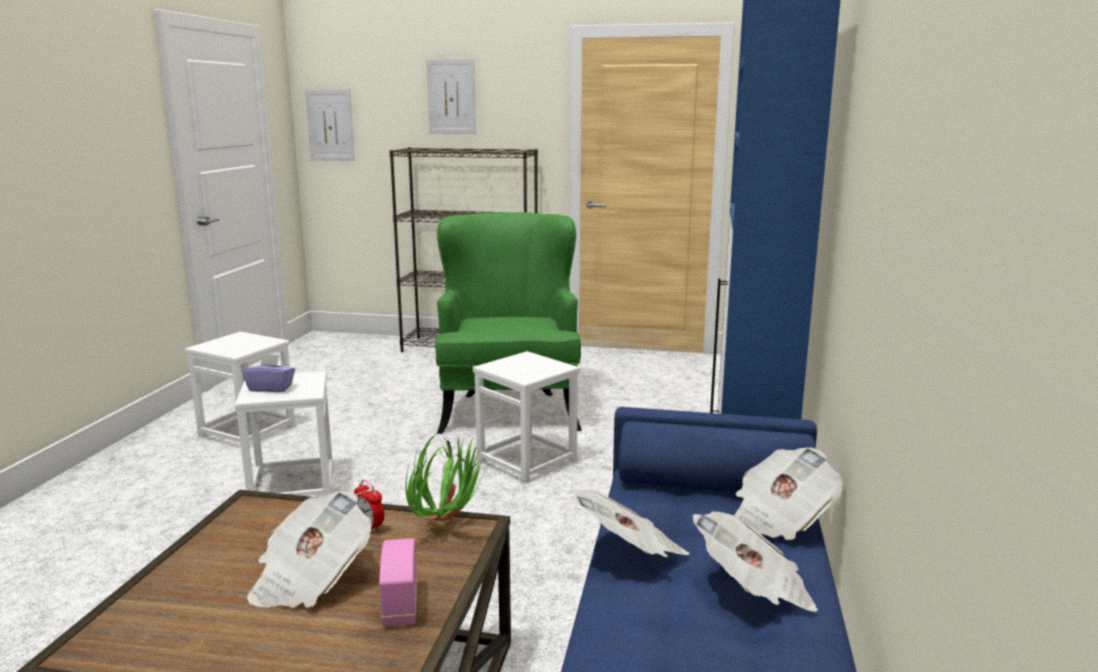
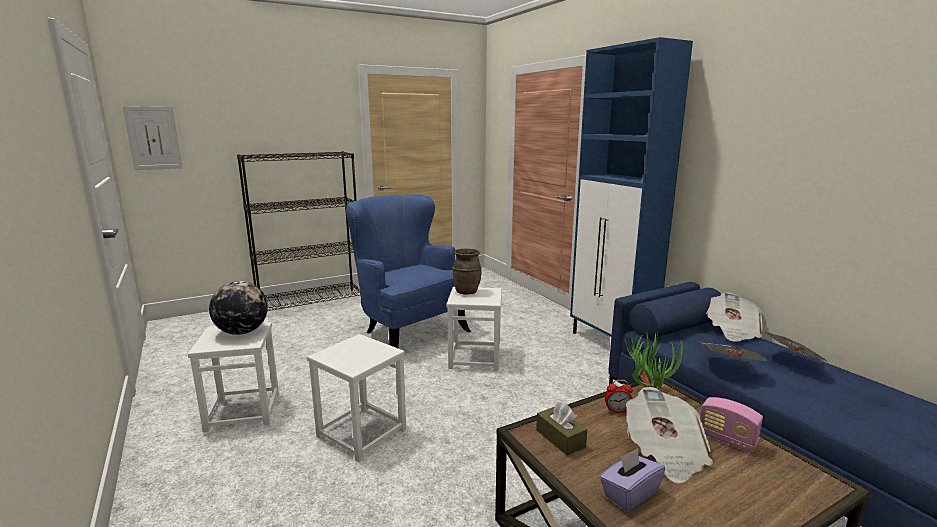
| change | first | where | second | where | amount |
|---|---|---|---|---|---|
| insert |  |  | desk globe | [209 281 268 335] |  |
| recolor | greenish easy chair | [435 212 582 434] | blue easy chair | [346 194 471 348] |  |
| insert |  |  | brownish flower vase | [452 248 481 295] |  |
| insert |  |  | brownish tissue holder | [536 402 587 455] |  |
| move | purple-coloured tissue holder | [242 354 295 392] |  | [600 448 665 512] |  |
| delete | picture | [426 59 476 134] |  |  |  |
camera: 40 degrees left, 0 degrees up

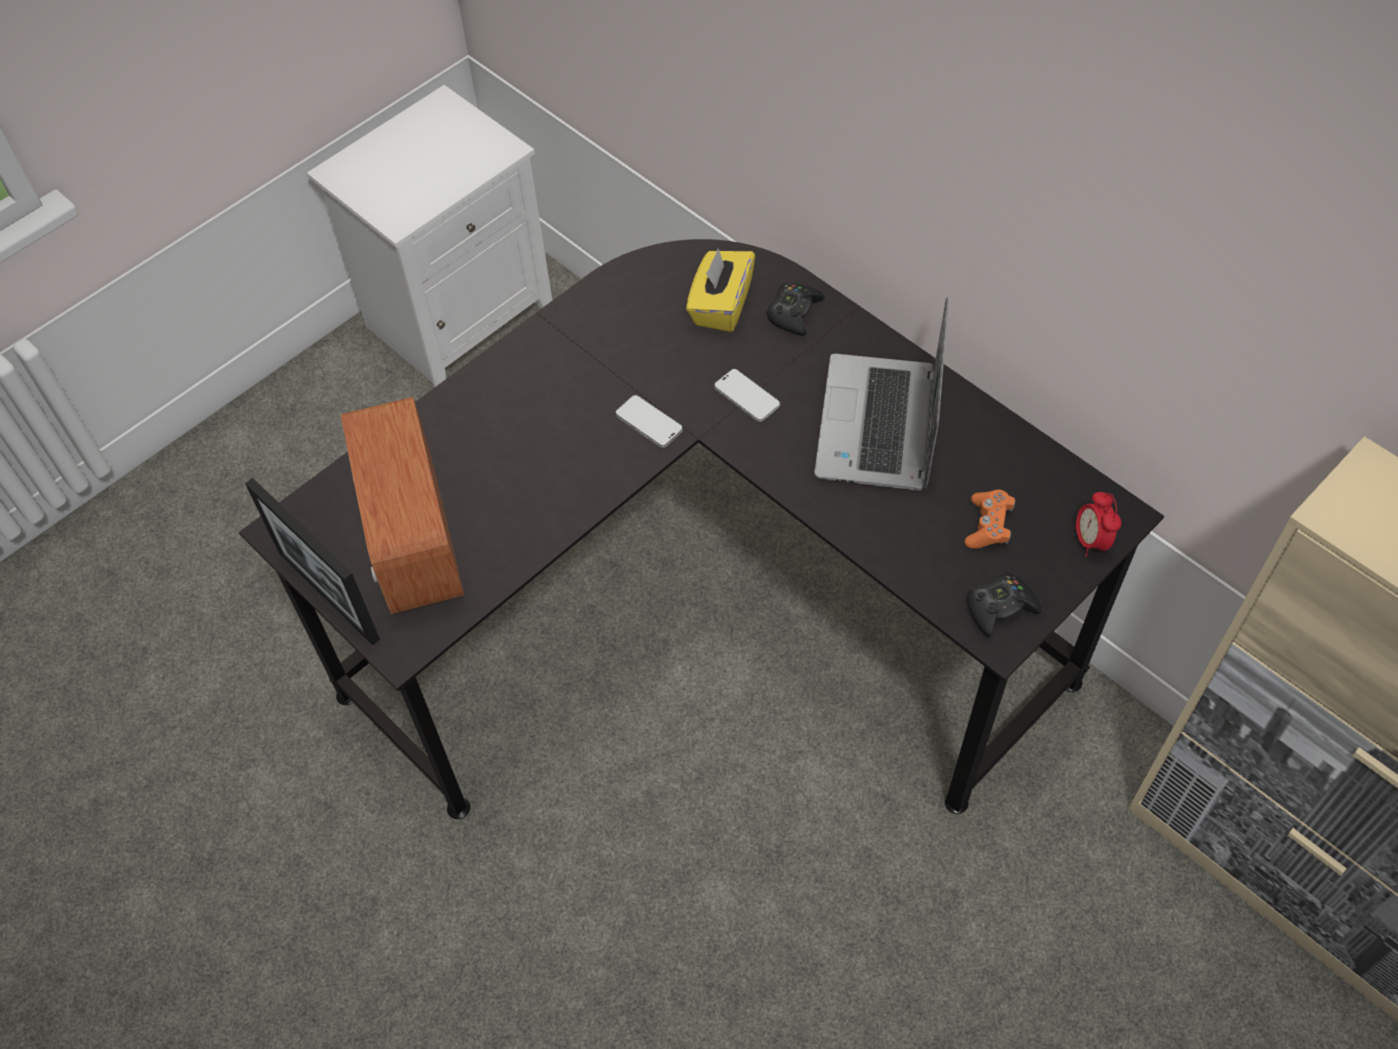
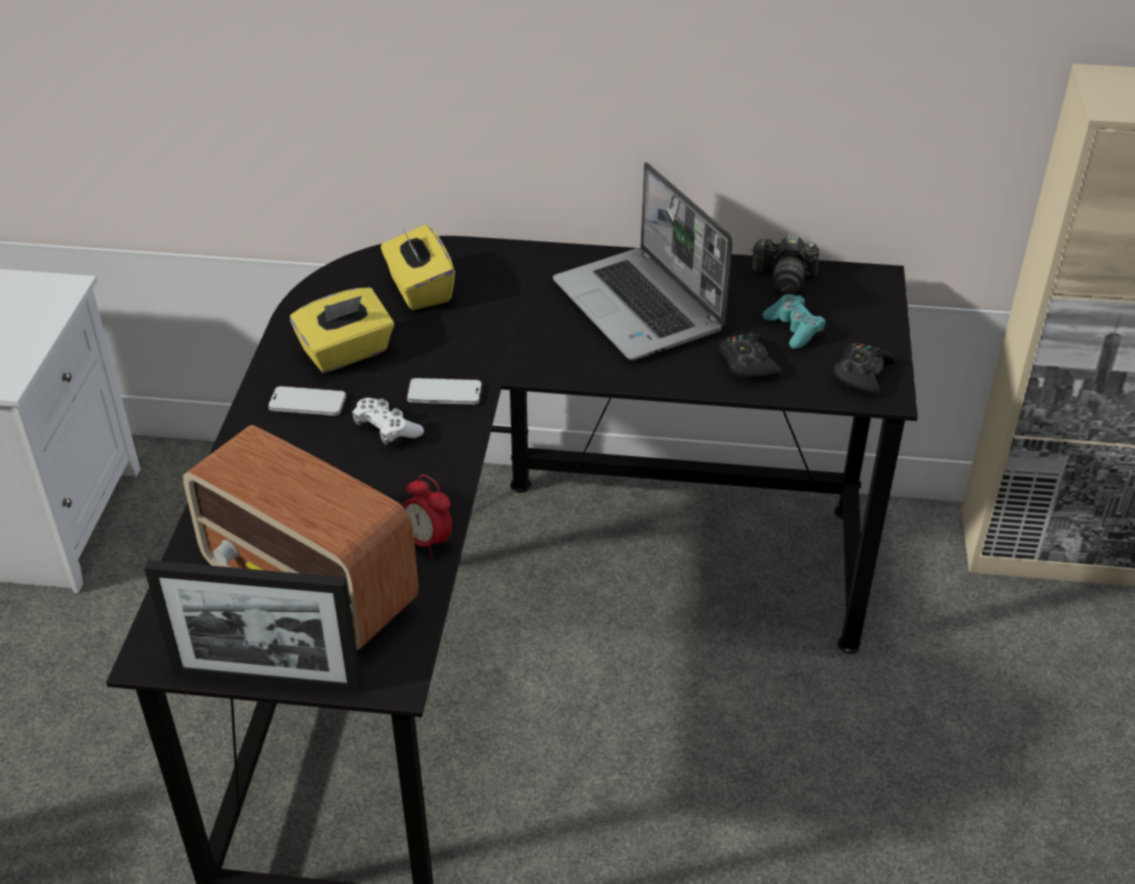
| change | first | where | second | where | amount |
|---|---|---|---|---|---|
| move | telephone | [714 369 780 422] |  | [268 386 346 416] |  |
| insert |  |  | yellowish tissue holder | [290 288 394 373] |  |
| insert |  |  | white joypad | [352 398 424 445] |  |
| move | bedside clock | [1074 492 1121 557] |  | [402 475 452 557] |  |
| move | blackish joypad | [767 283 825 336] |  | [719 333 782 381] |  |
| insert |  |  | photo camera | [751 235 819 295] |  |
| recolor | orange joypad | [964 490 1015 549] | turquoise-coloured joypad | [762 294 826 349] |  |
camera: 40 degrees left, 15 degrees down

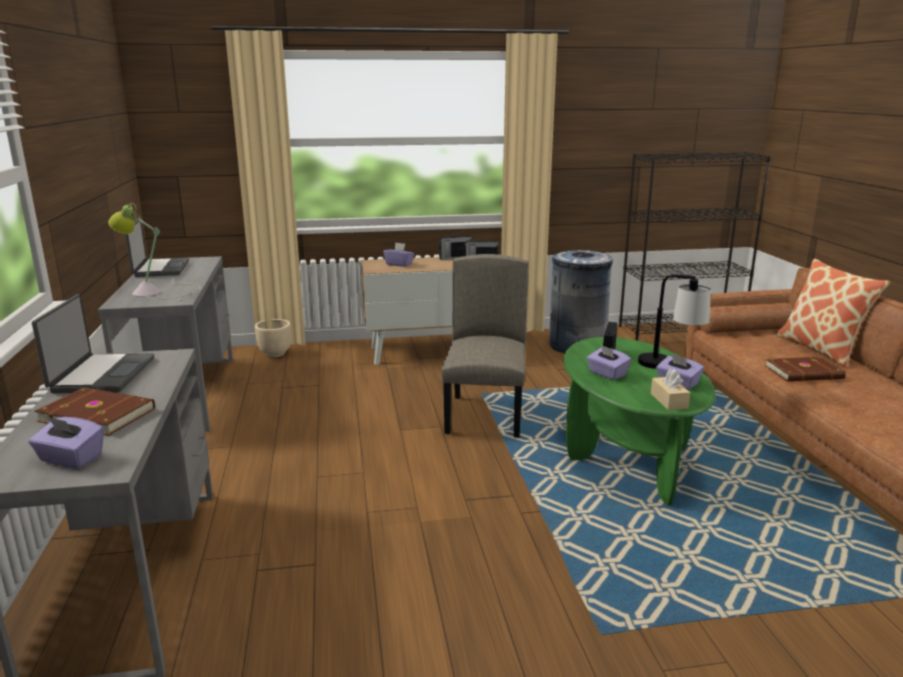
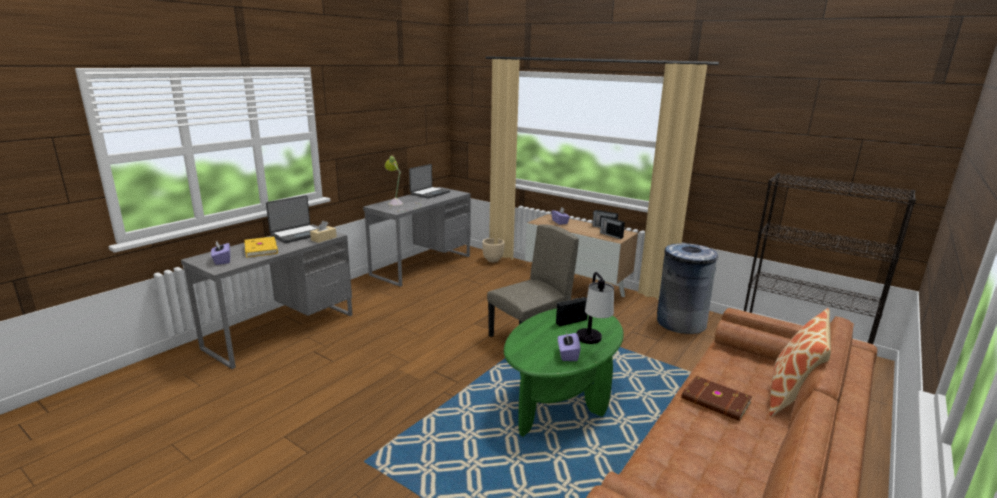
| change | first | where | second | where | amount |
|---|---|---|---|---|---|
| recolor | brownish bound book | [35 387 155 436] | yellowish bound book | [244 237 278 258] |  |
| move | beige-coloured tissue holder | [651 369 690 410] |  | [310 221 337 243] |  |
| delete | purple-coloured tissue holder | [587 345 631 380] |  |  |  |
camera: 45 degrees right, 0 degrees up

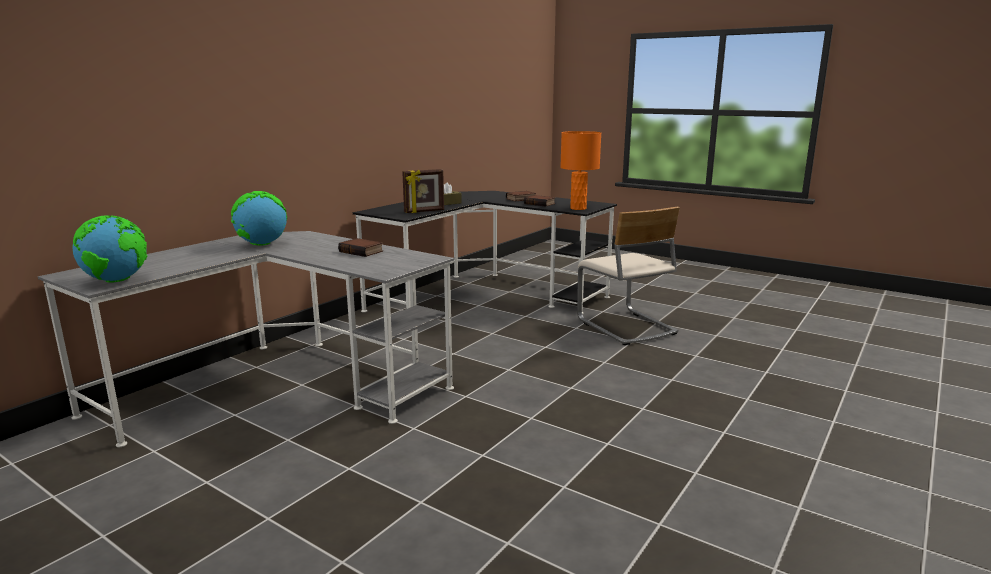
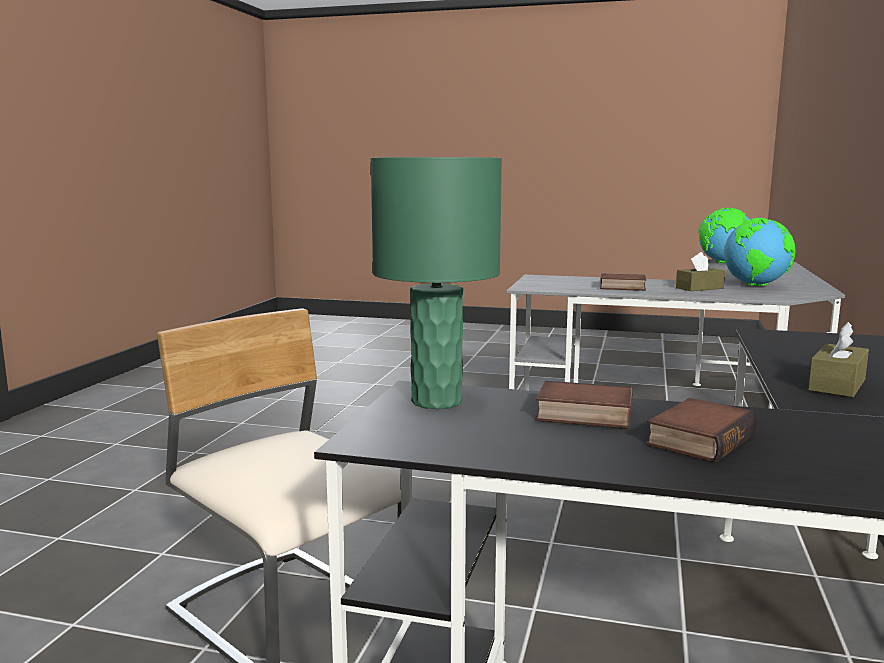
| change | first | where | second | where | amount |
|---|---|---|---|---|---|
| recolor | orange lamp for a table | [560 131 601 210] | greenish lamp for a table | [370 157 502 409] |  |
| insert |  |  | brownish tissue holder | [676 252 725 291] |  |
| delete | standing frame | [402 169 444 213] |  |  |  |
camera: 160 degrees right, 5 degrees down

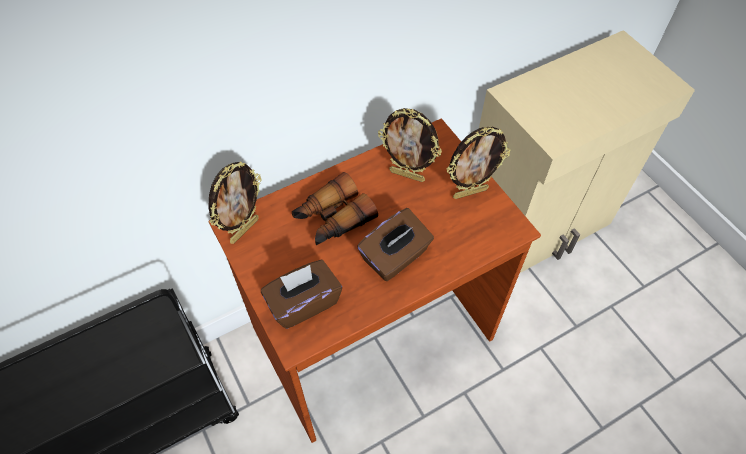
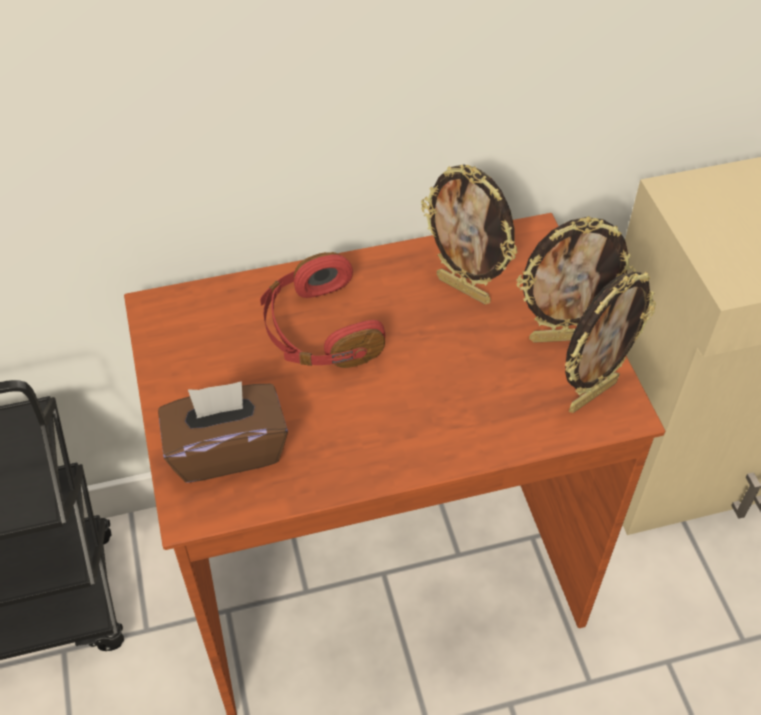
| change | first | where | second | where | amount |
|---|---|---|---|---|---|
| replace | field glasses | [292 172 378 245] | red-coloured pair of headphones | [260 252 385 368] |  |
| move | standing frame | [208 161 262 244] |  | [565 272 656 413] |  |
| delete | brownish tissue holder | [357 208 434 281] |  |  |  |
camera: 15 degrees right, 5 degrees down

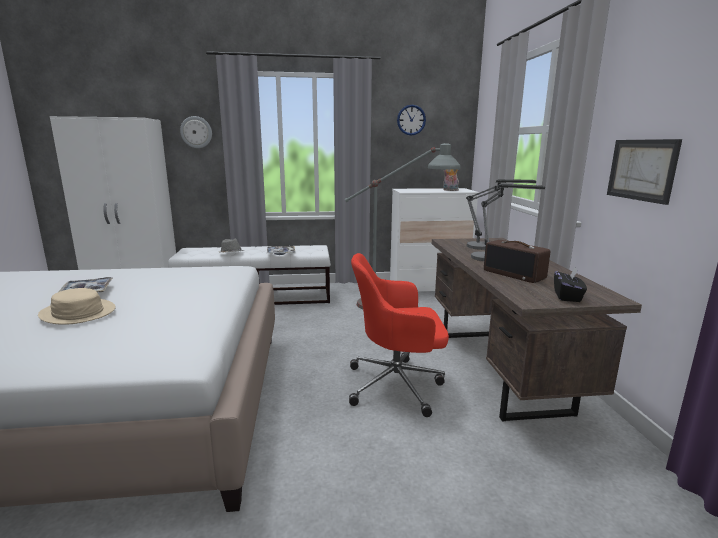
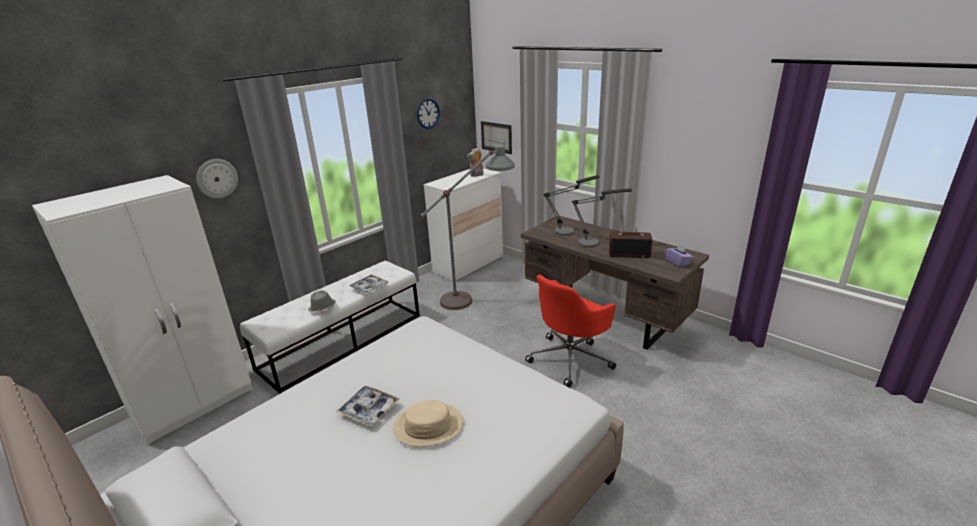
| change | first | where | second | where | amount |
|---|---|---|---|---|---|
| move | picture | [607 139 682 205] |  | [481 121 512 154] |  |
| recolor | blackish tissue holder | [554 268 587 302] | purple-coloured tissue holder | [666 244 693 267] |  |
camera: 40 degrees left, 10 degrees up

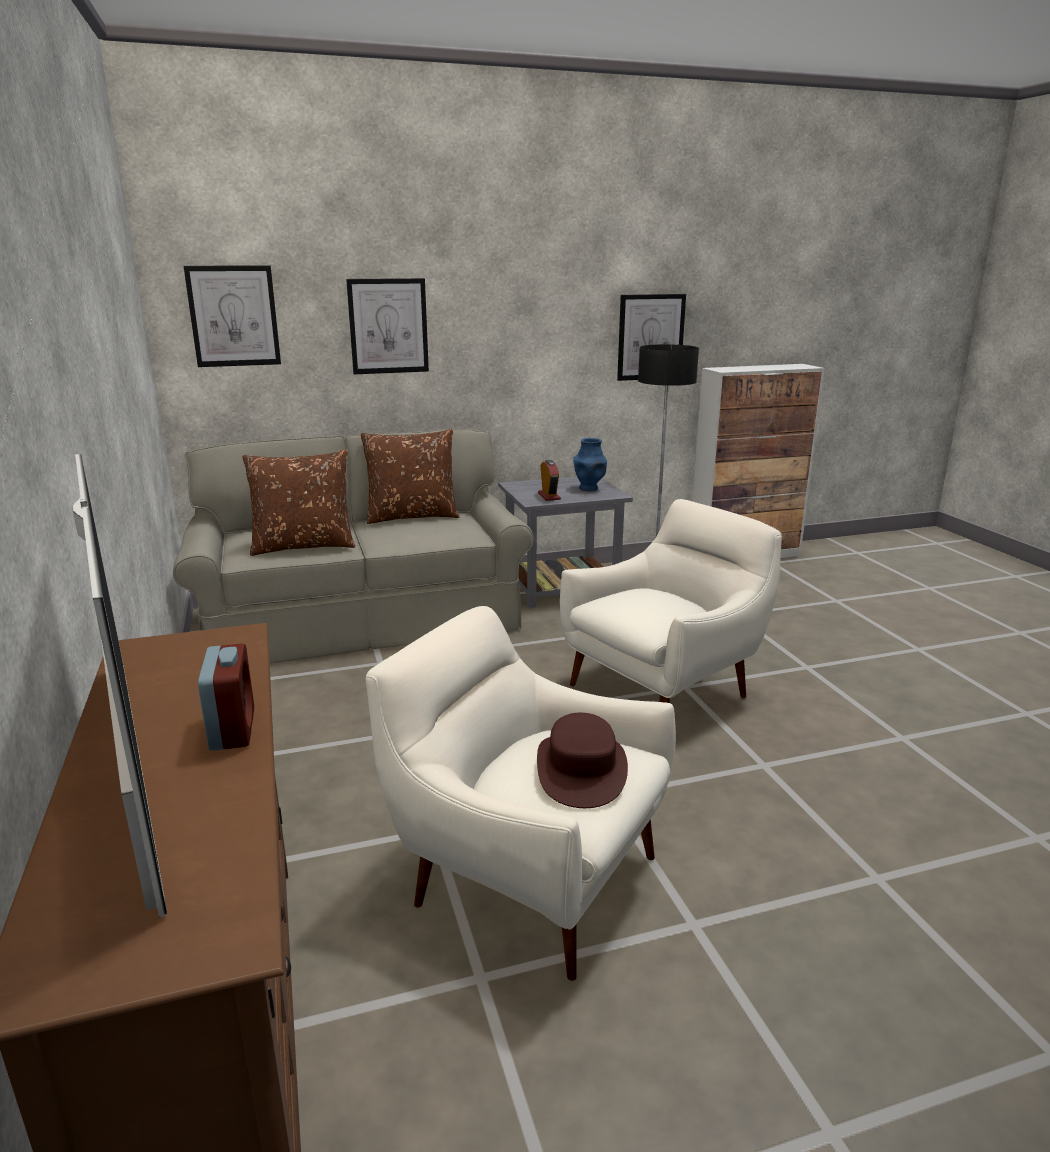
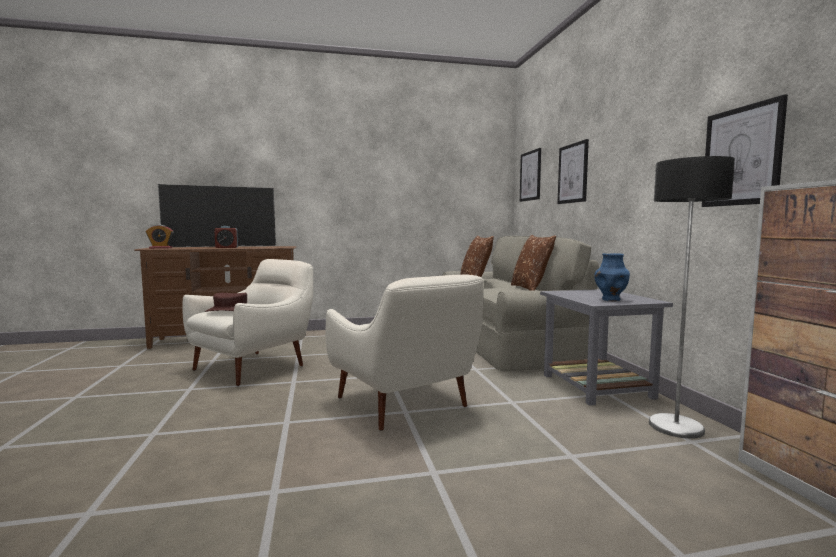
| change | first | where | second | where | amount |
|---|---|---|---|---|---|
| move | bedside clock | [538 460 561 501] |  | [146 225 173 249] |  |
camera: 95 degrees right, 15 degrees down

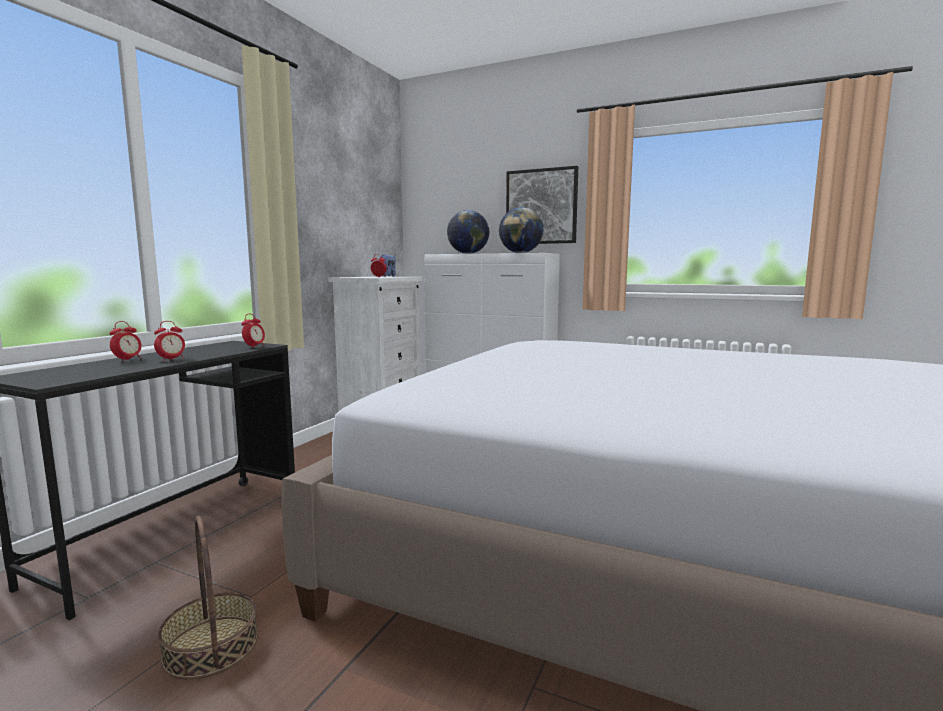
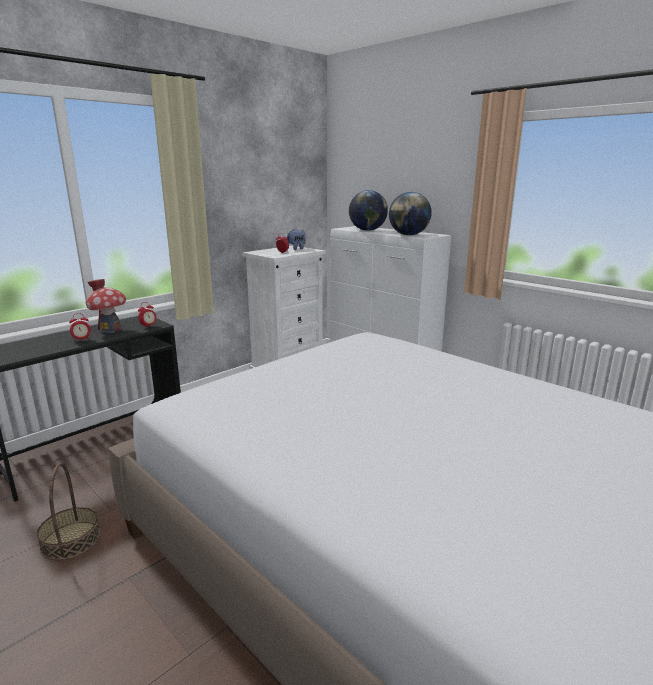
| change | first | where | second | where | amount |
|---|---|---|---|---|---|
| insert |  |  | miniature house | [86 279 126 333] |  |
| delete | bedside clock | [109 321 142 361] |  |  |  |
| delete | picture | [506 166 578 244] |  |  |  |
camera: 20 degrees right, 10 degrees up

